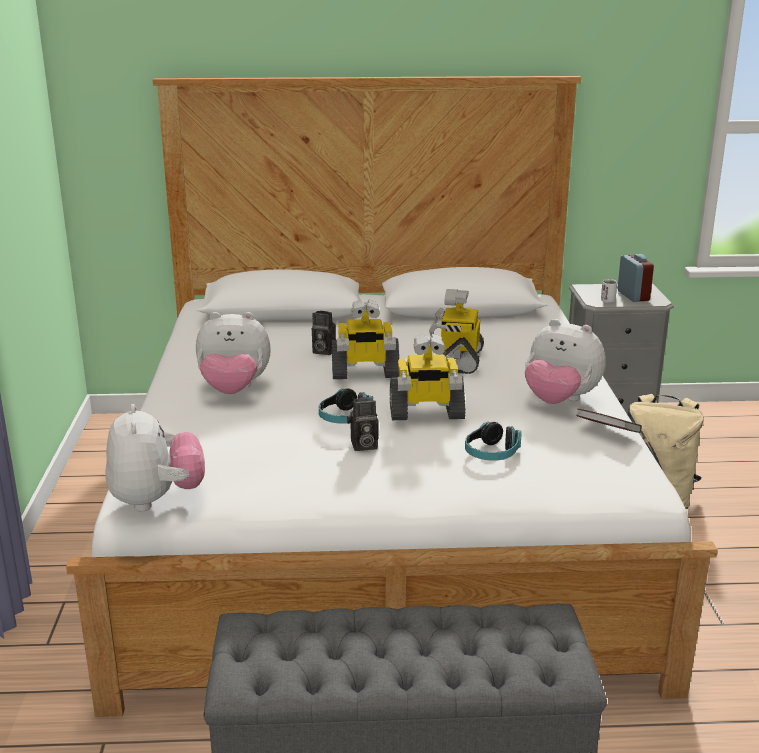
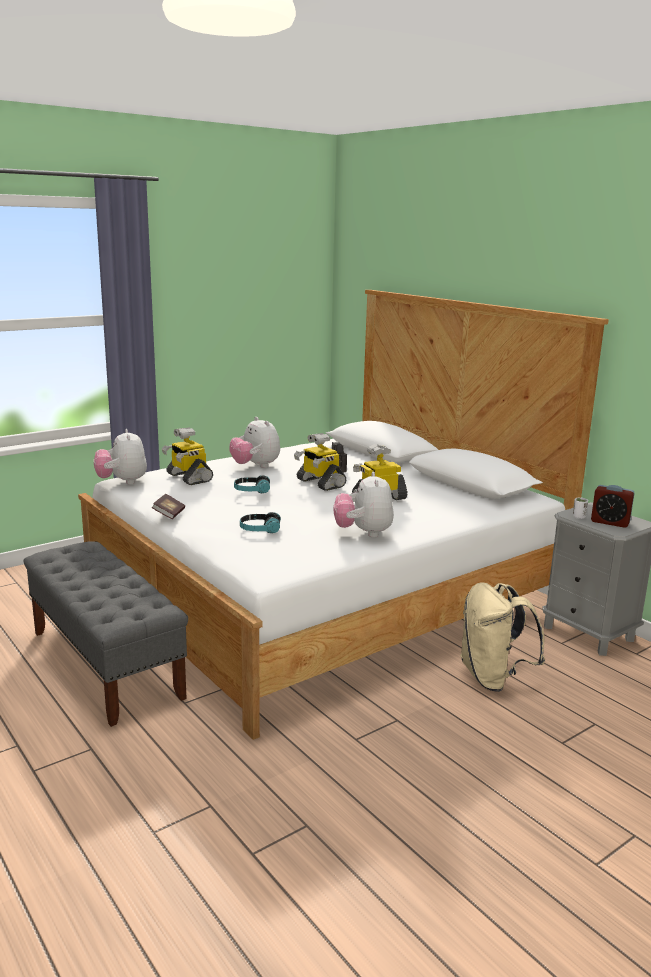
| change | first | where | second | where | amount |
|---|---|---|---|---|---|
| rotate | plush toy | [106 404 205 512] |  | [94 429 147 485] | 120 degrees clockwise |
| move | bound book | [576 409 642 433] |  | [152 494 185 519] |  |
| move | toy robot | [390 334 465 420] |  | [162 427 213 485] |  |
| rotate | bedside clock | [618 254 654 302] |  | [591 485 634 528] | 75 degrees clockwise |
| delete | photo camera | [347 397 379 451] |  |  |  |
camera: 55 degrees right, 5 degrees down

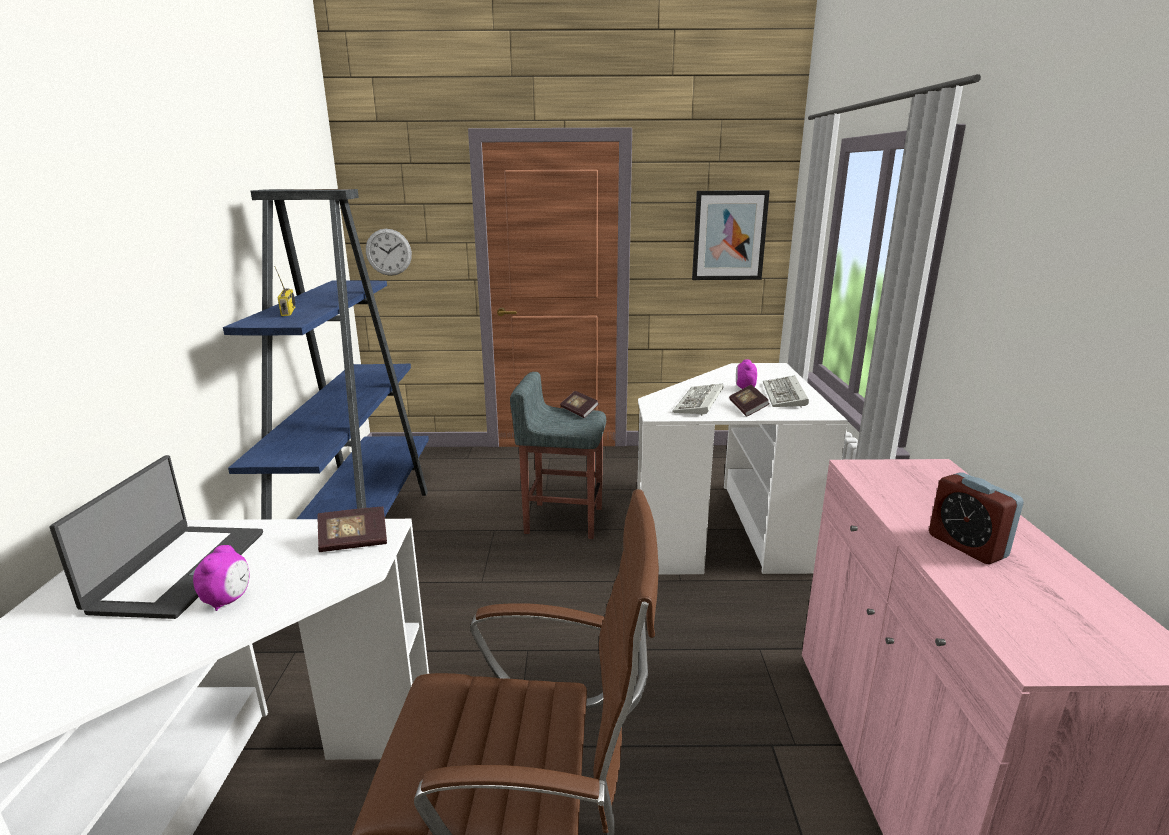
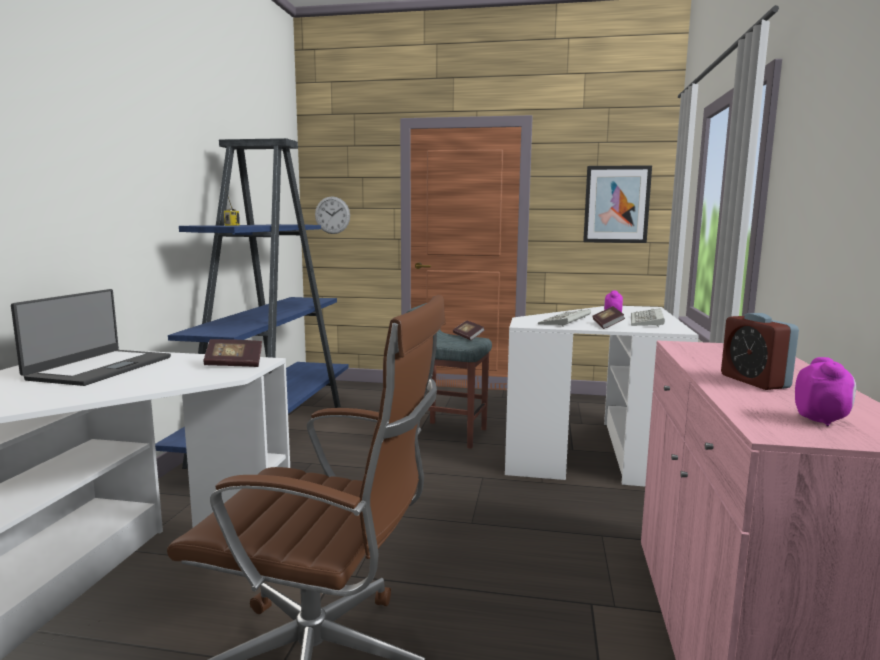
| change | first | where | second | where | amount |
|---|---|---|---|---|---|
| move | bedside clock | [193 545 249 611] |  | [795 357 856 426] |  |
camera: 10 degrees right, 10 degrees down

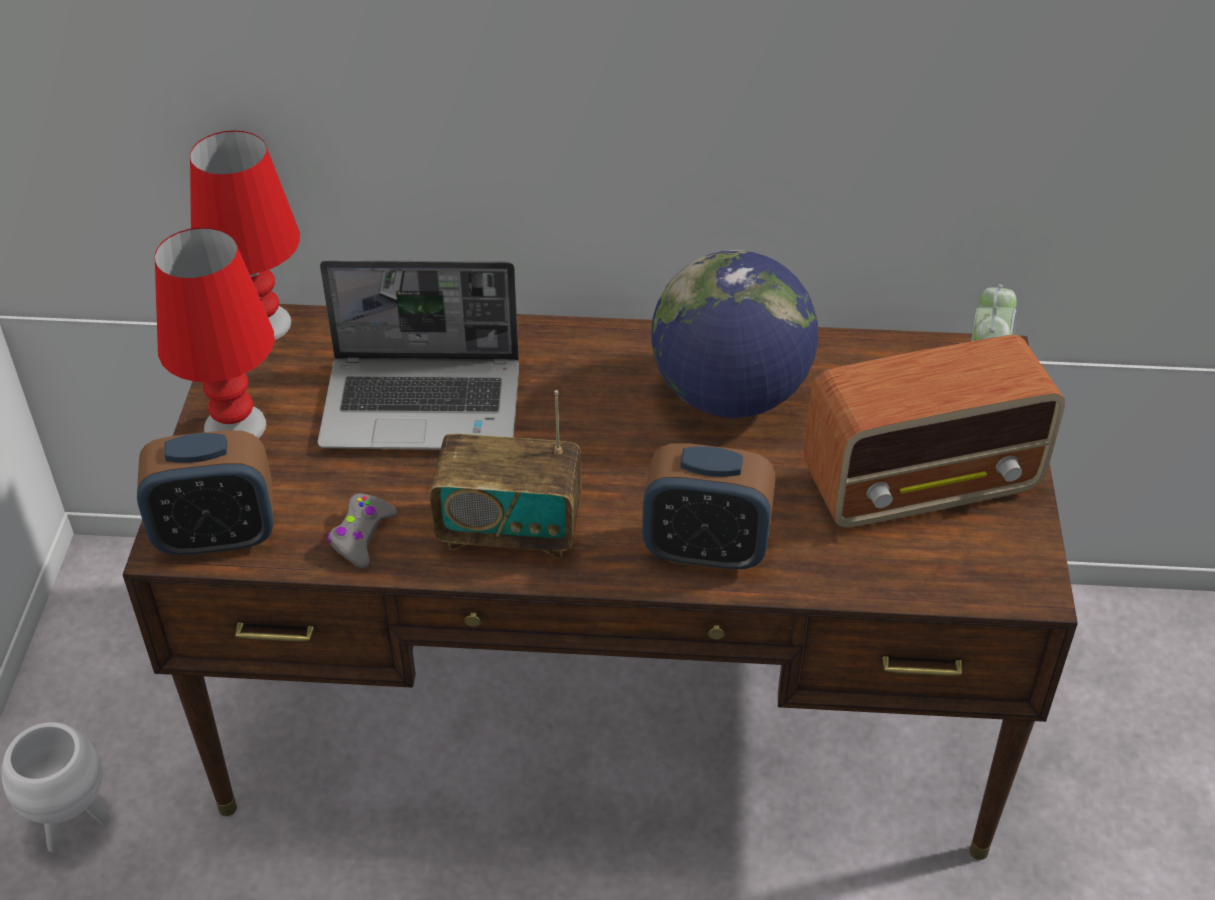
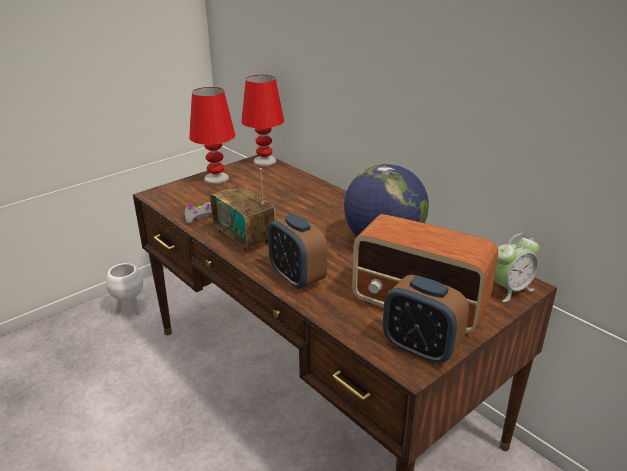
| change | first | where | second | where | amount |
|---|---|---|---|---|---|
| move | bedside clock | [137 430 273 557] |  | [383 275 469 364] |  |
| delete | portable computer | [318 260 519 450] |  |  |  |
camera: 45 degrees right, 15 degrees down

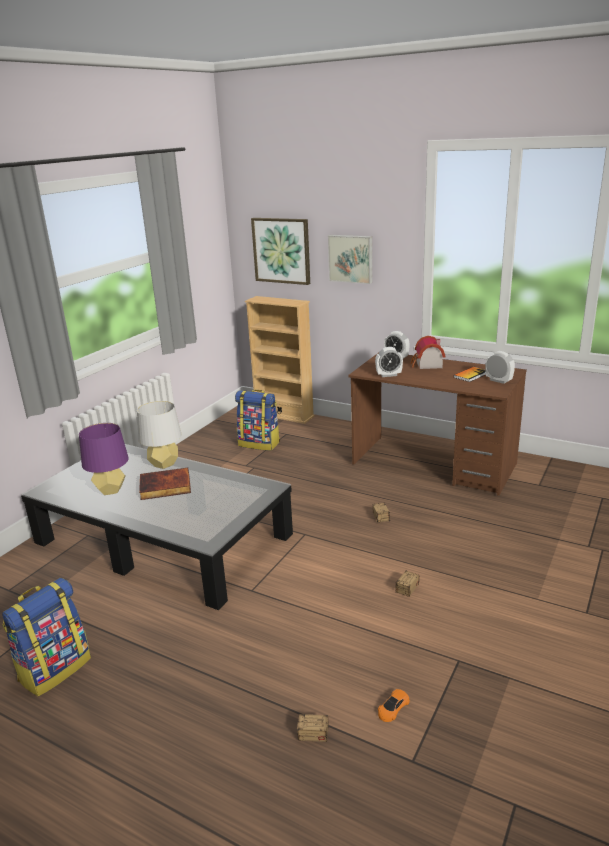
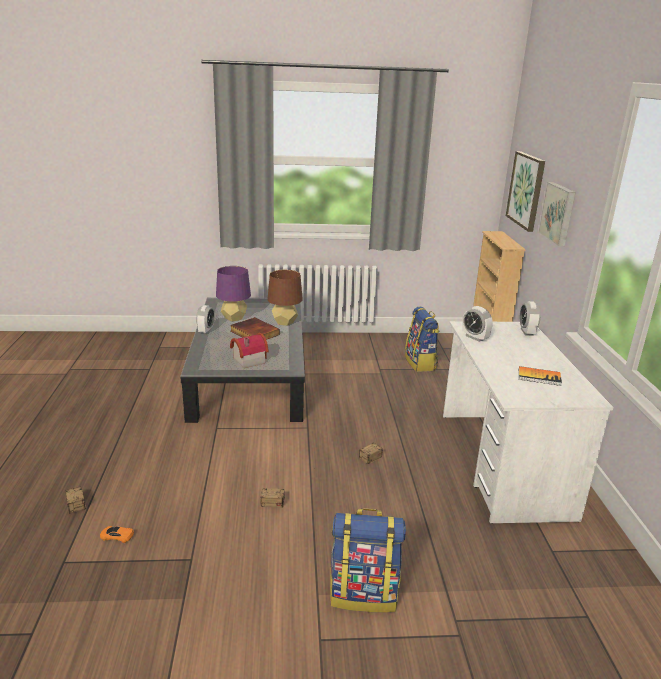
| change | first | where | second | where | amount |
|---|---|---|---|---|---|
| move | bedside clock | [485 351 515 384] |  | [196 305 214 334] |  |
| move | miniature house | [410 336 445 369] |  | [230 333 269 368] |  |
| recolor | greyish lamp for a table | [137 401 182 469] | brownish lamp for a table | [267 270 303 326] |  |
| move | rucksack | [2 578 91 697] |  | [330 509 406 613] |  |
| recolor | brownish desk unit | [348 353 527 496] | white desk unit | [443 321 614 524] |  |
camera: 55 degrees right, 0 degrees up

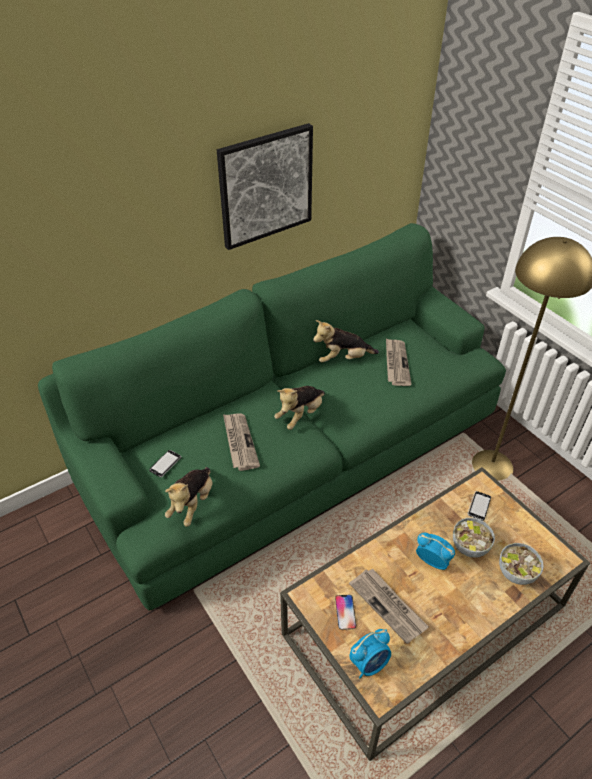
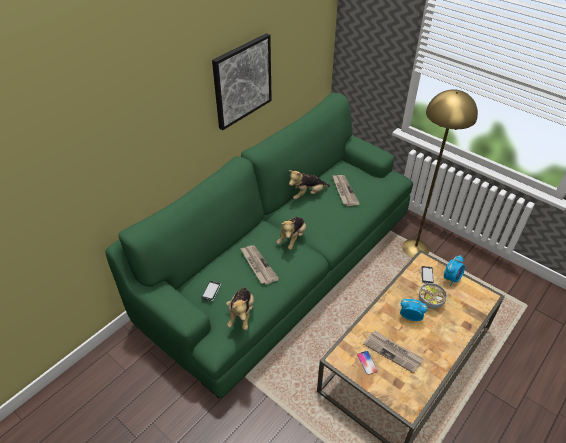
| change | first | where | second | where | amount |
|---|---|---|---|---|---|
| move | bedside clock | [349 629 391 678] |  | [444 255 465 286] |  |
| delete | bowl | [499 543 544 585] |  |  |  |
camera: 15 degrees left, 0 degrees up

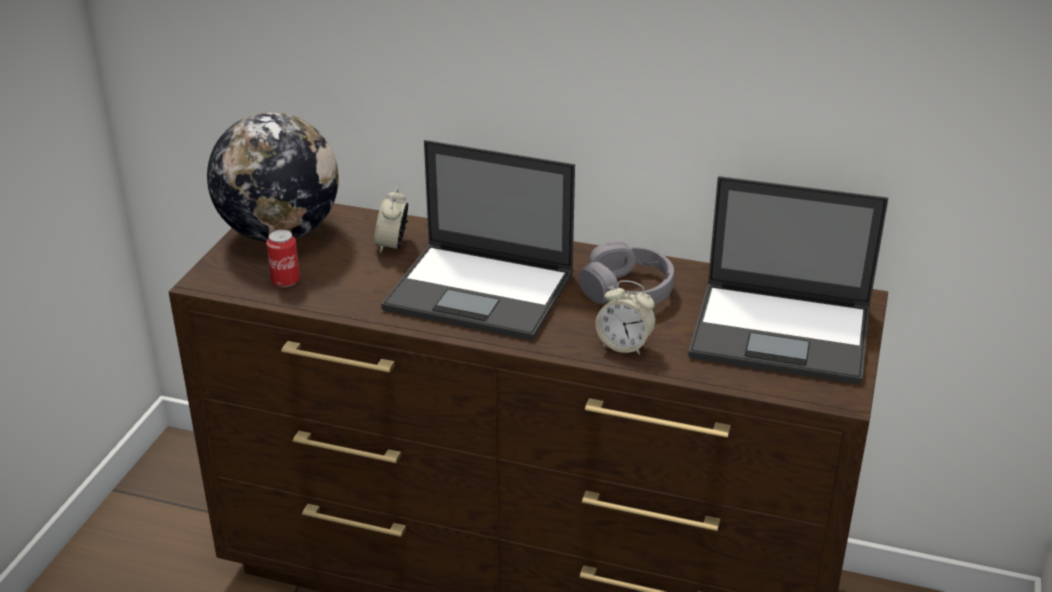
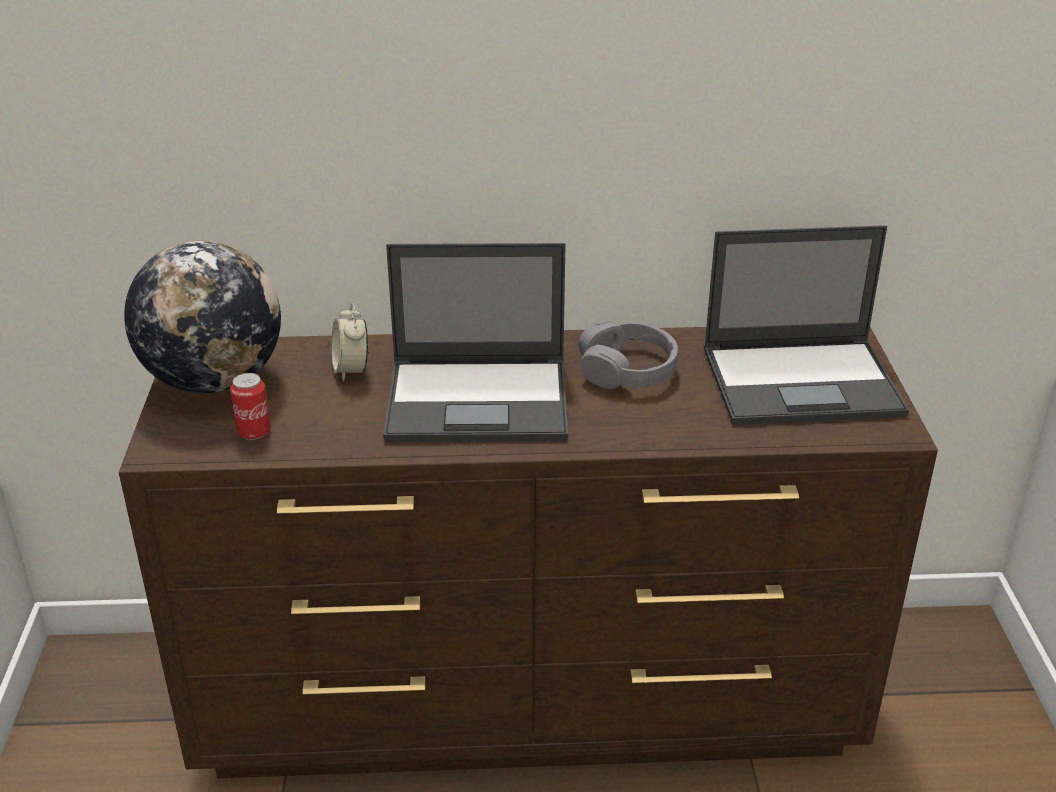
| change | first | where | second | where | amount |
|---|---|---|---|---|---|
| delete | bedside clock | [596 280 656 355] |  |  |  |
camera: 20 degrees left, 0 degrees up

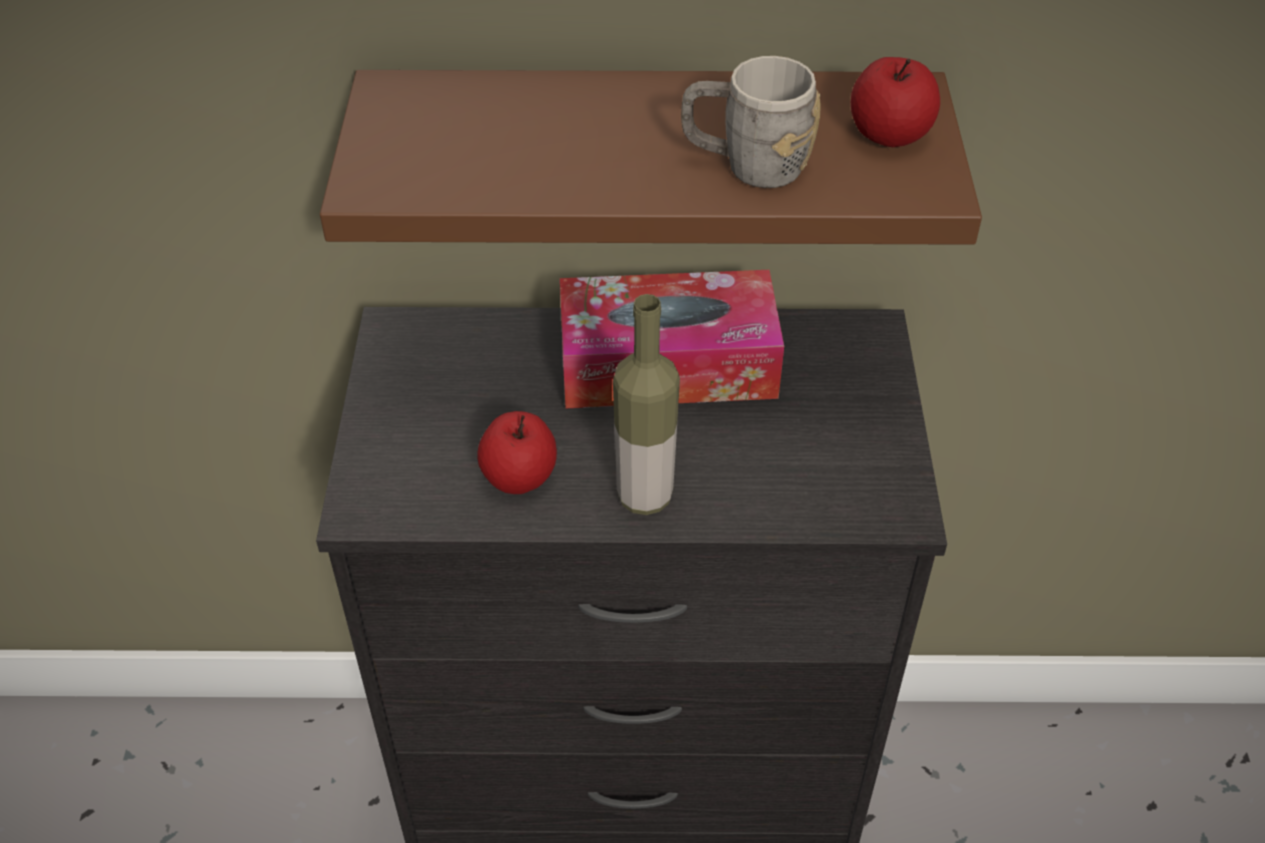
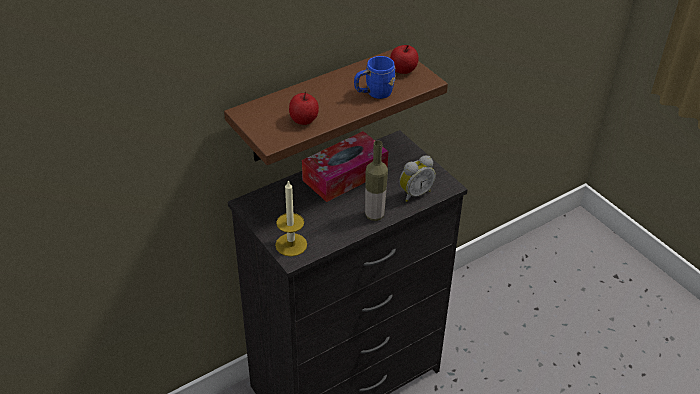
| change | first | where | second | where | amount |
|---|---|---|---|---|---|
| insert |  |  | wax light | [275 180 307 257] |  |
| move | whole apple | [477 411 557 494] |  | [289 92 319 125] |  |
| recolor | greyish mug | [681 56 821 188] | blue mug | [354 56 396 99] |  |
| insert |  |  | bedside clock | [399 155 436 202] |  |
camera: 35 degrees left, 5 degrees down

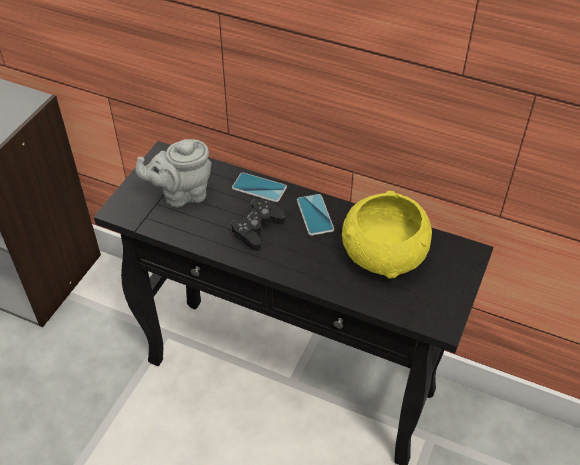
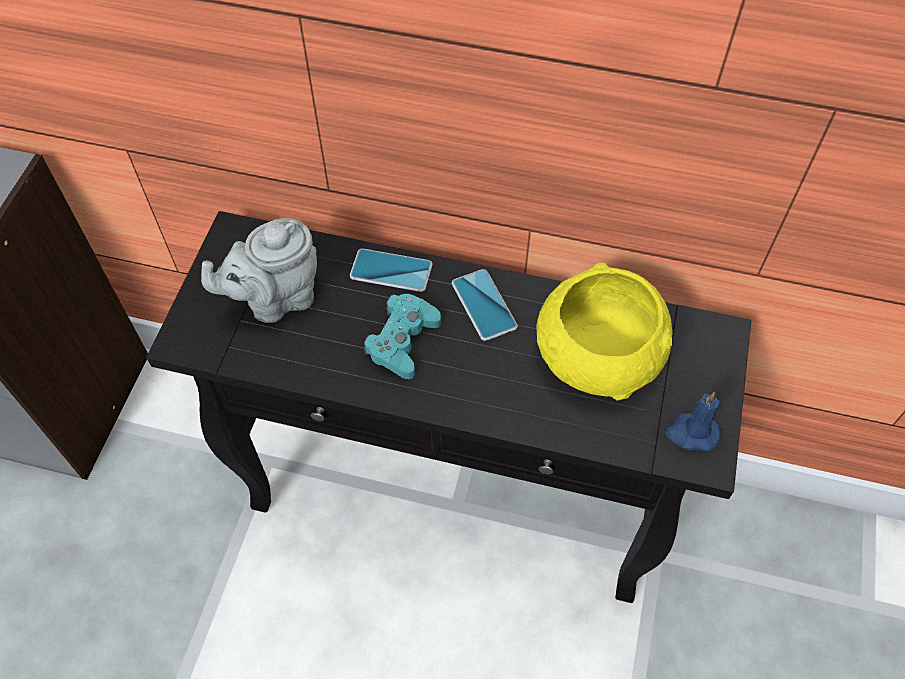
| change | first | where | second | where | amount |
|---|---|---|---|---|---|
| recolor | blackish joypad | [231 199 285 251] | turquoise-coloured joypad | [364 294 441 379] |  |
| insert |  |  | blue wax light | [666 392 721 451] |  |
camera: 10 degrees left, 10 degrees up

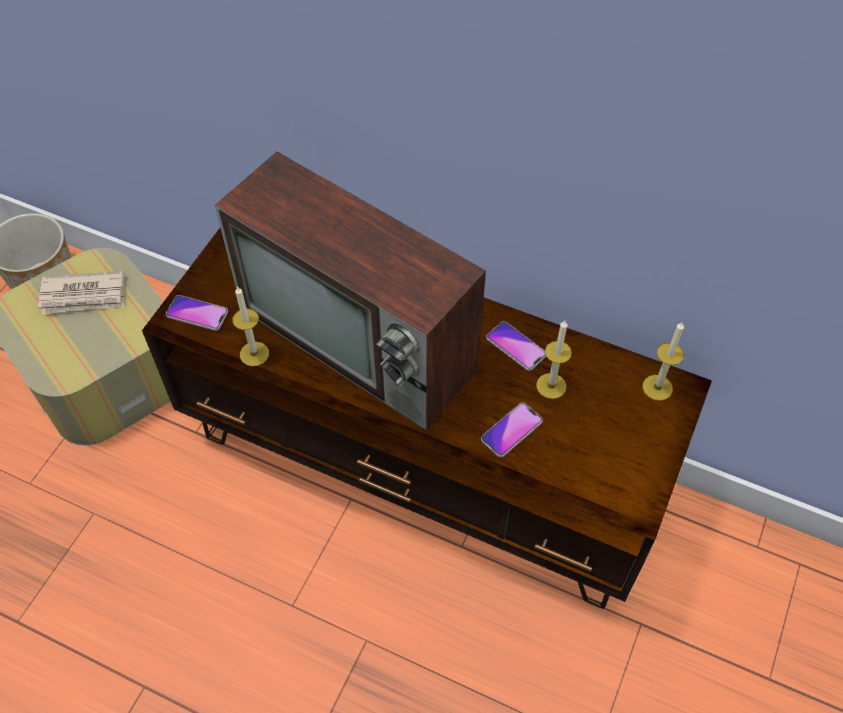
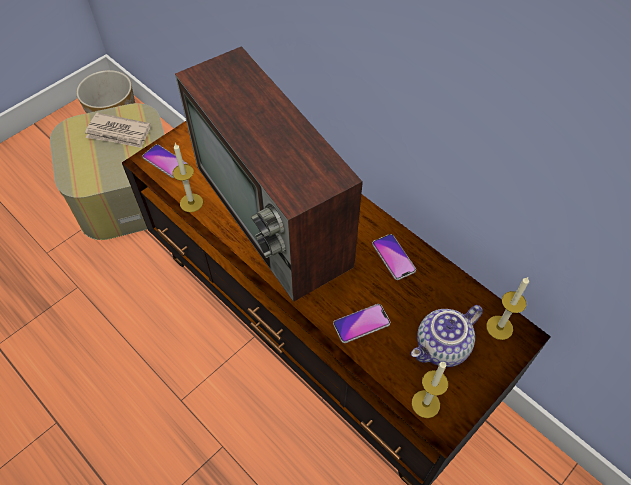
| change | first | where | second | where | amount |
|---|---|---|---|---|---|
| insert |  |  | pot for tea | [411 305 483 367] |  |
| move | wax light | [536 320 572 399] |  | [412 361 448 418] |  |
camera: 20 degrees right, 0 degrees up

